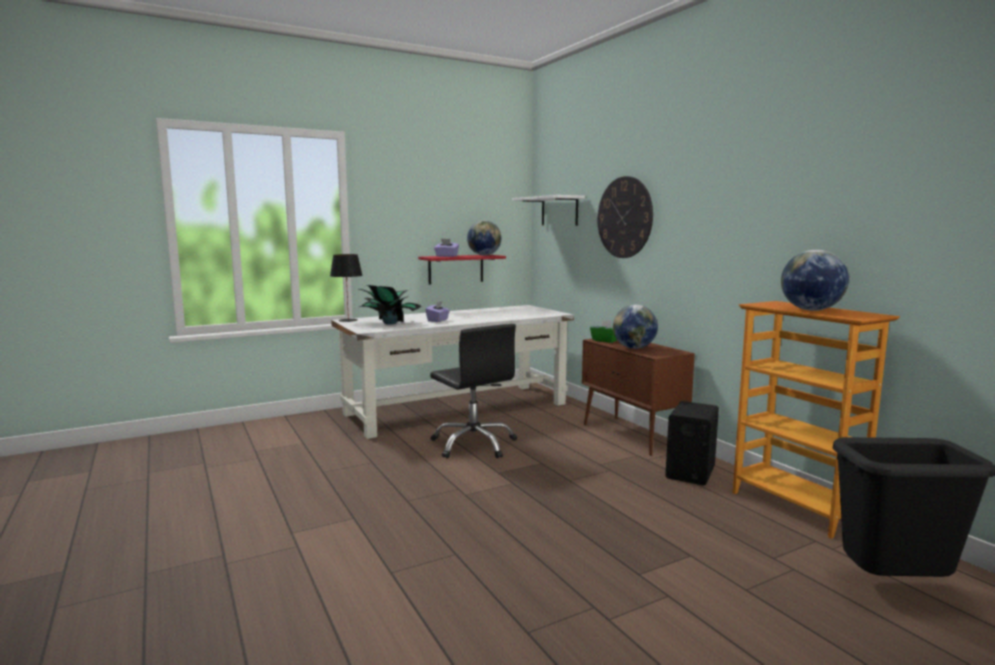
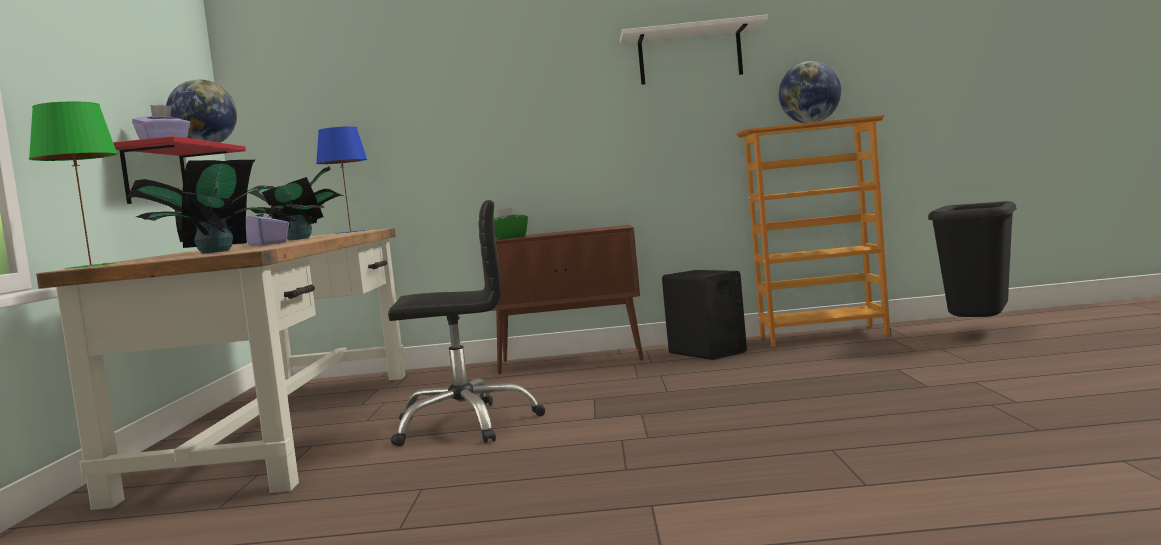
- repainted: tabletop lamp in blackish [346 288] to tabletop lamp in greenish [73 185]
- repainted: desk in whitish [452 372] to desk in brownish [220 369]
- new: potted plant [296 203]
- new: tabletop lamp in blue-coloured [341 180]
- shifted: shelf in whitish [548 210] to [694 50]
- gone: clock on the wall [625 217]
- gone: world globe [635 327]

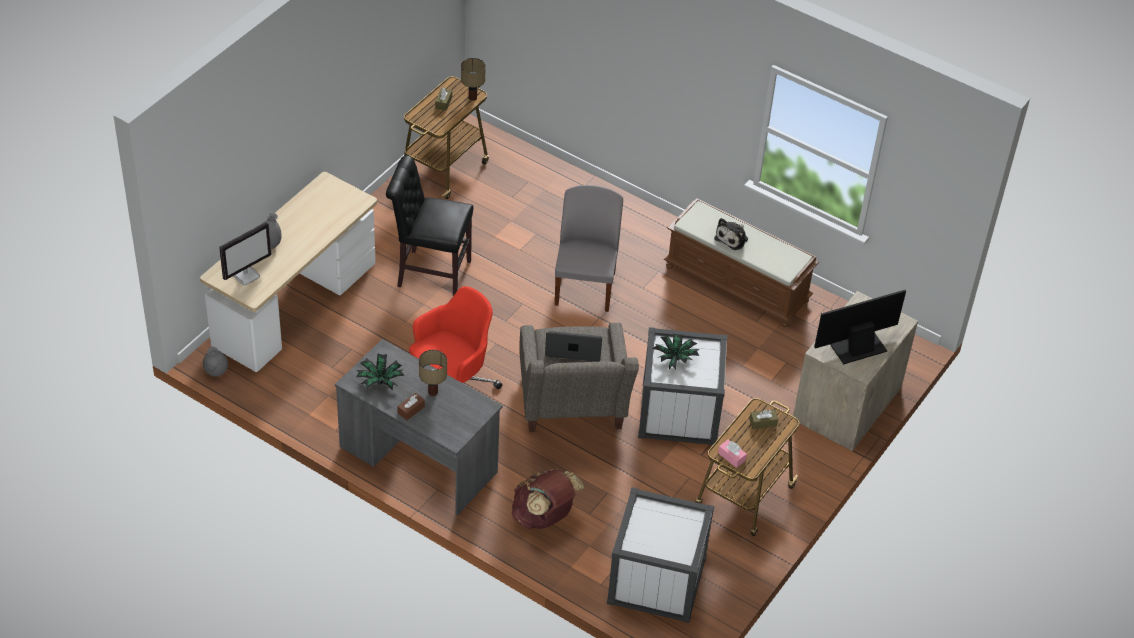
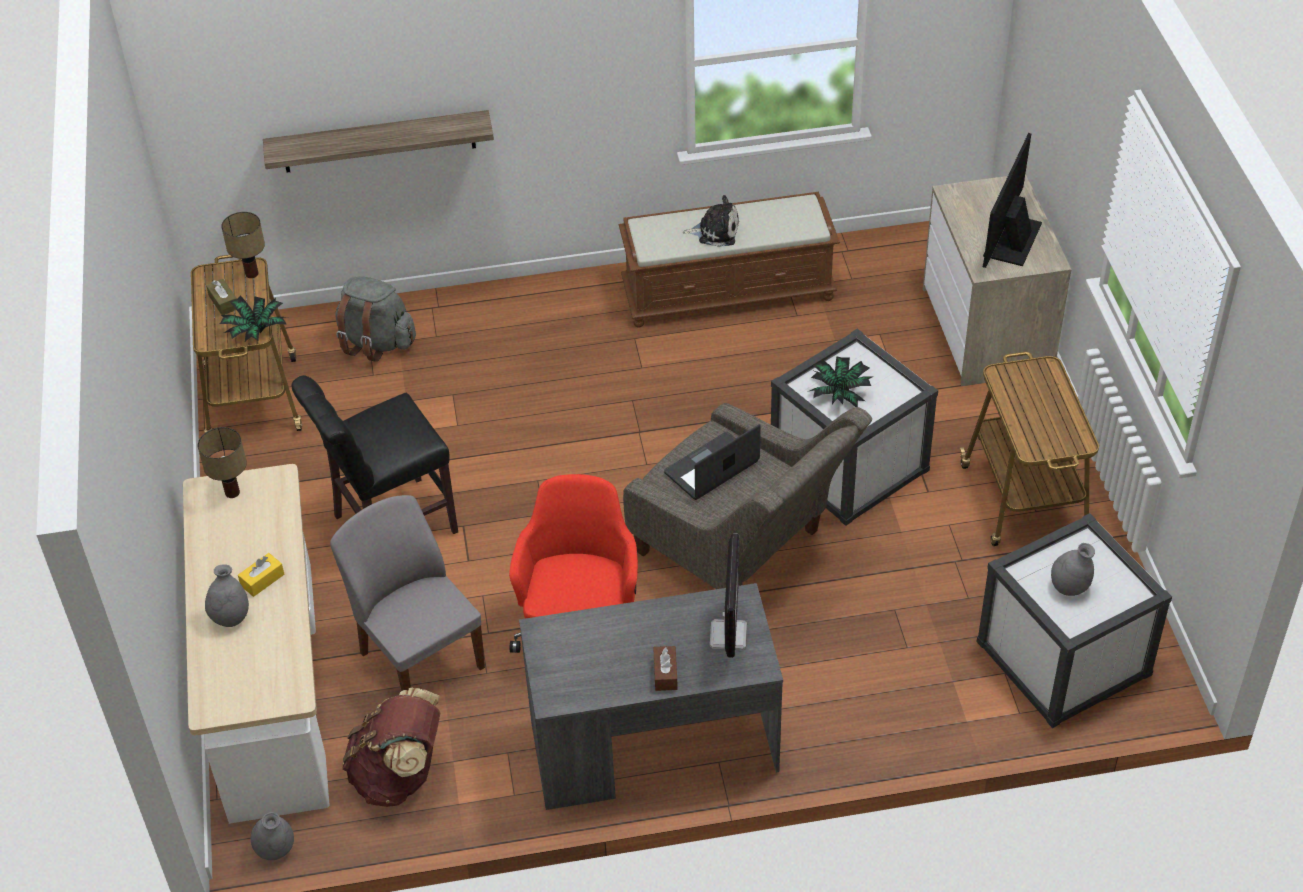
- shifted: tabletop lamp [433 373] to [222 462]
- shifted: potted plant [380 372] to [253 318]
- new: tissue holder in yellowish [261 575]
- new: shelf [378 141]
- shifted: chair in grey [589 248] to [407 593]
- new: rucksack in grey [375 319]
- shifted: rucksack in brownish [547 499] to [391 747]
- rotated: soft toy [731 234] = [711 221] 75 degrees counterclockwise
- shifted: computer display [245 254] to [728 595]
- new: decorative vase in grey [1073 569]
- gone: tissue holder in pink-coloured [732 453]
- gone: tissue holder in brownish [763 419]

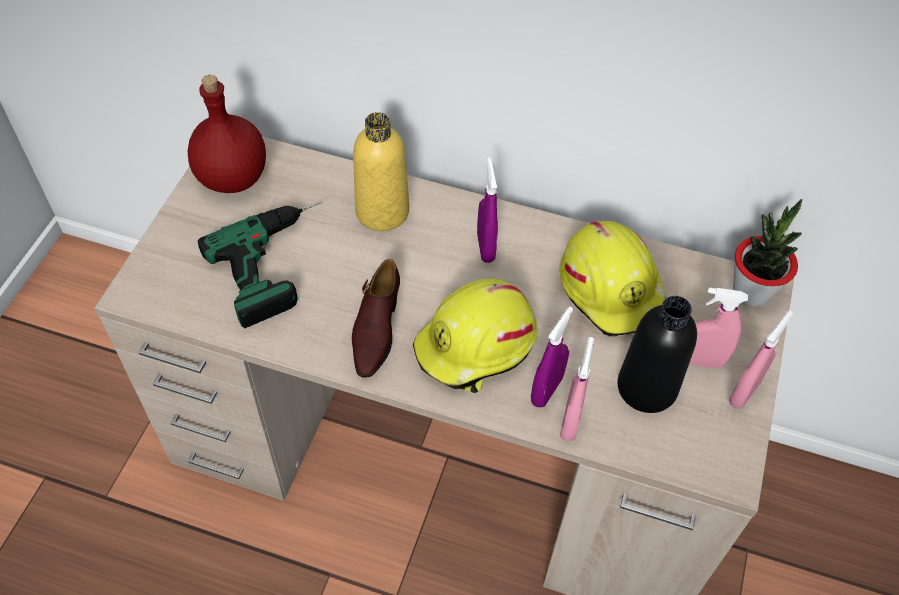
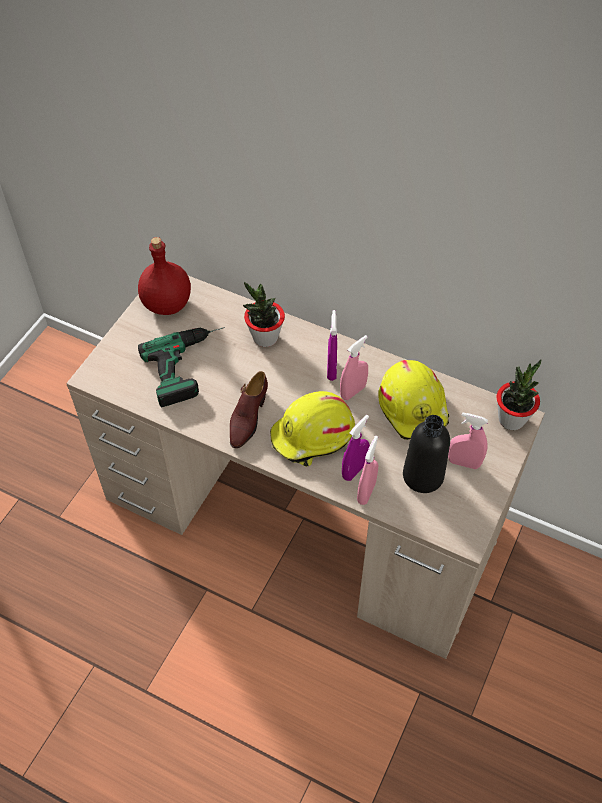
- swapped: bottle in yellowish [381 171] to potted plant [264 314]
- shifted: sprayer in pink-coloured [761 360] to [354 367]

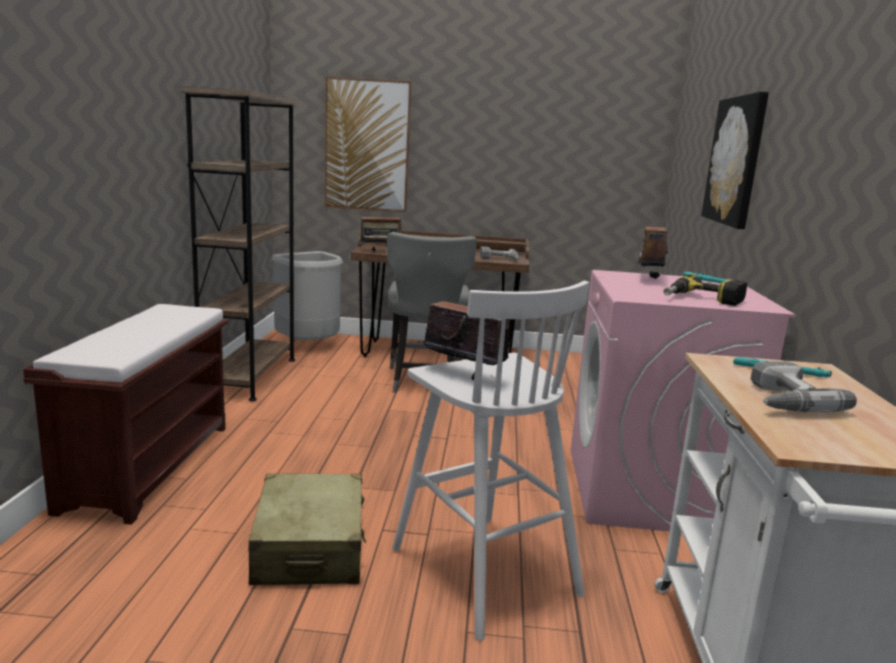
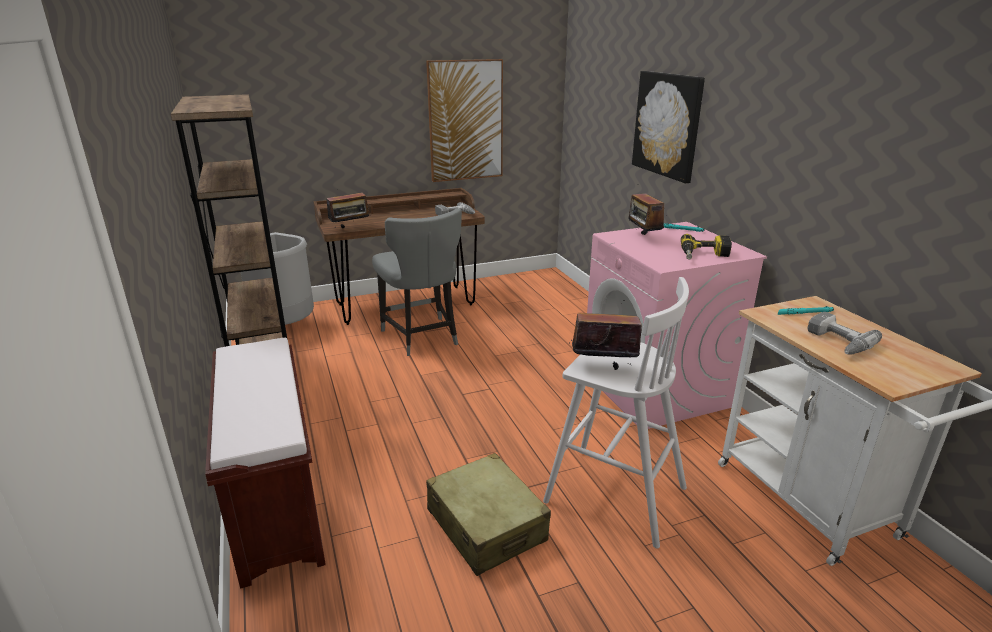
- shifted: wall art [368 144] to [464 120]

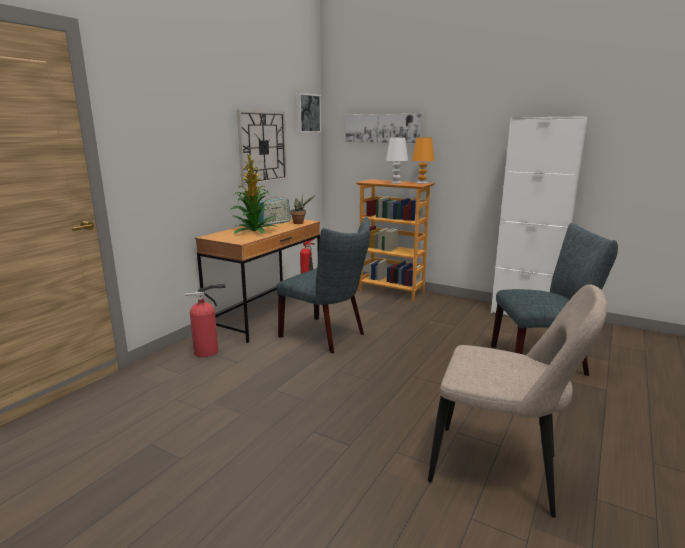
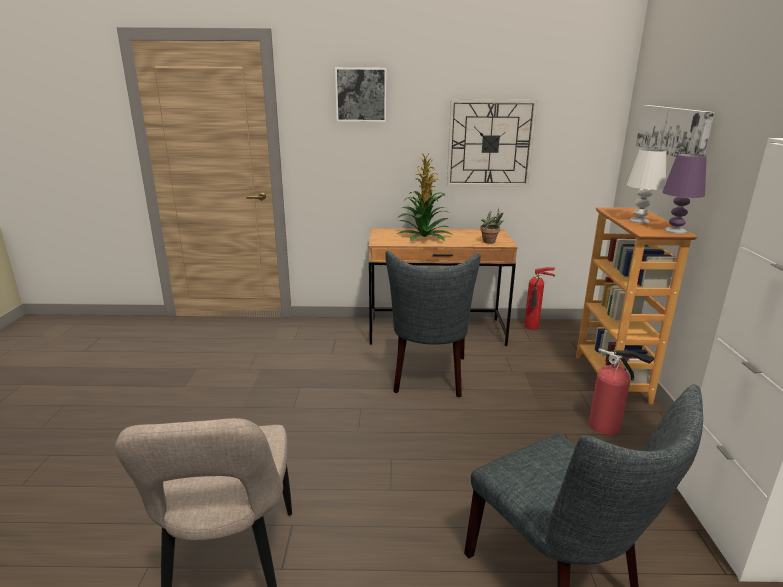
- shifted: wall art [308 113] to [361 94]
- shifted: fire extinguisher [205 320] to [621 391]
- repainted: tabletop lamp in orange-coloured [423 160] to tabletop lamp in purple-coloured [684 194]
- gone: radio set [274 210]

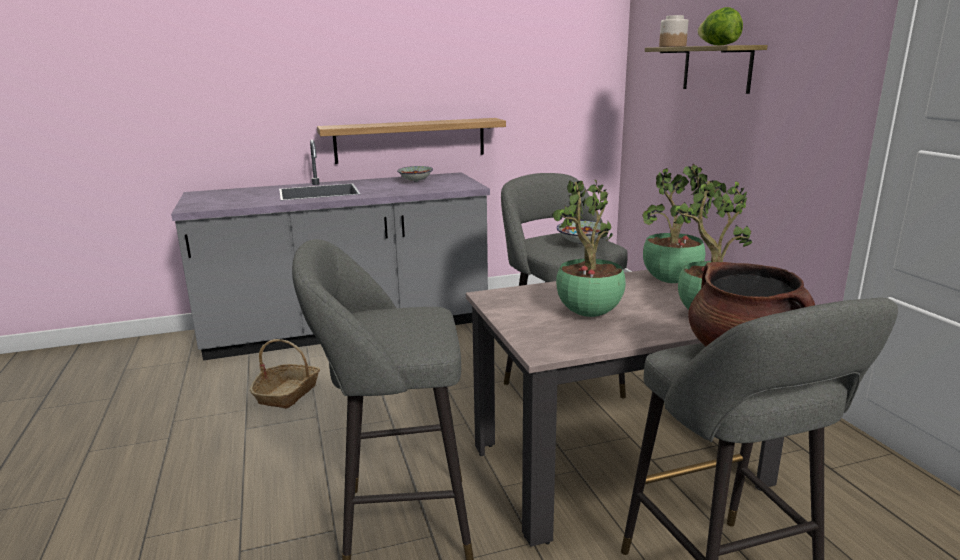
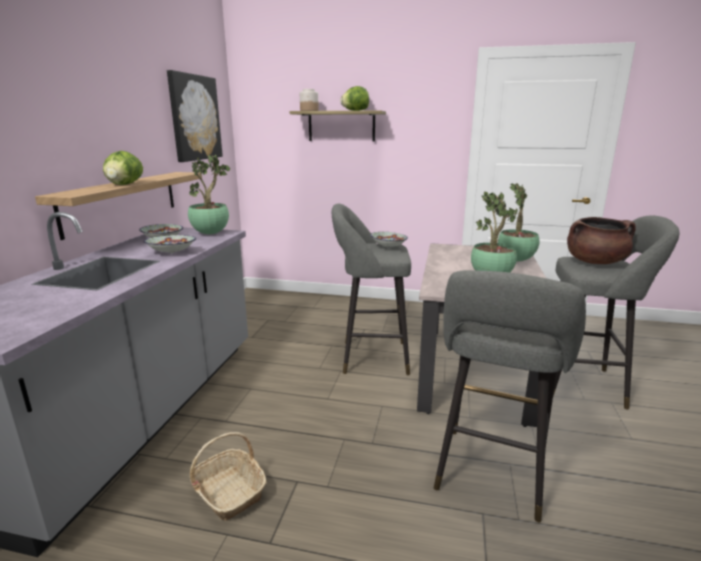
- new: head of lettuce [123 168]
- new: serving bowl [170 244]
- new: wall art [195 116]
- shifted: potted plant [684 223] to [209 194]

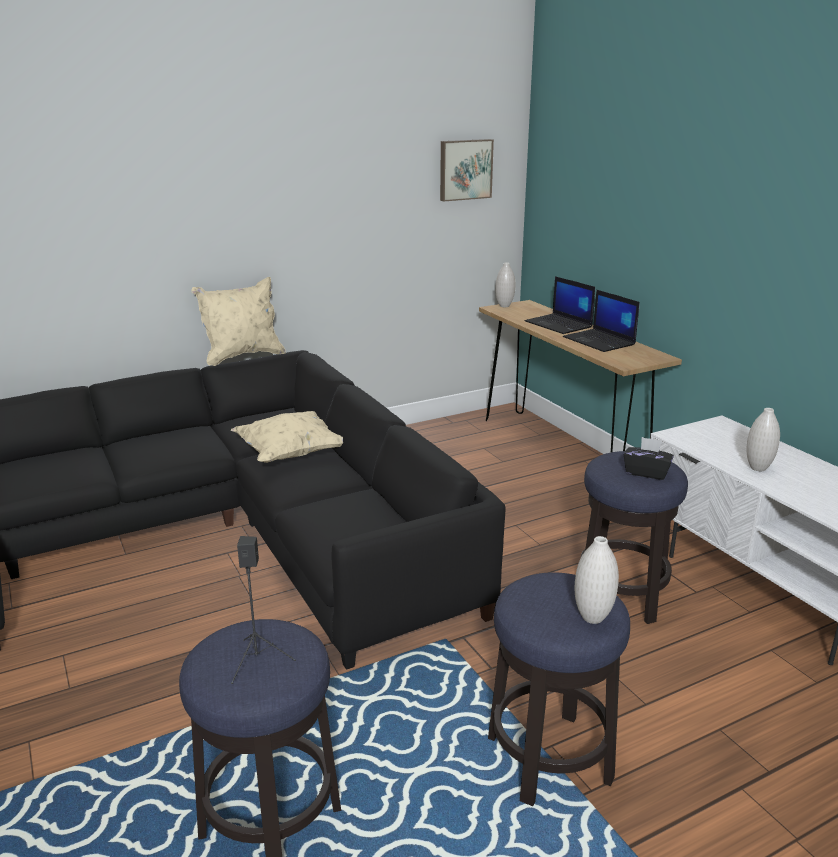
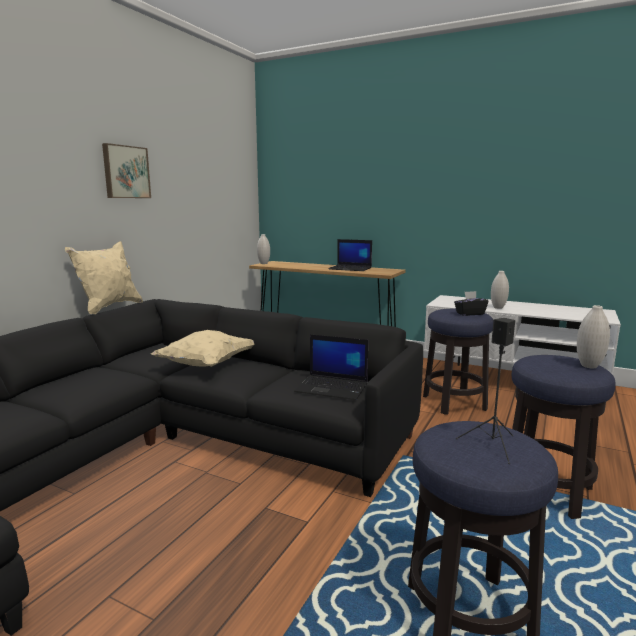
- shifted: wall art [467 170] to [126 170]
- shifted: notebook computer [560 305] to [331 367]

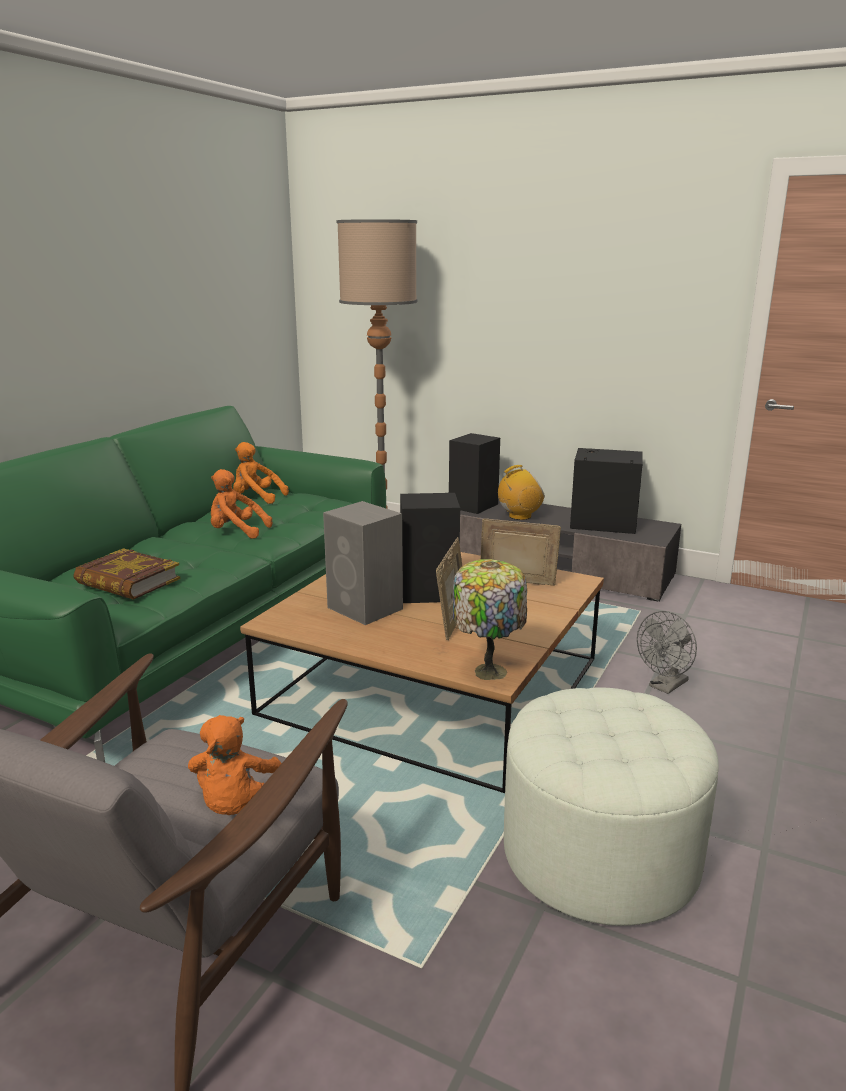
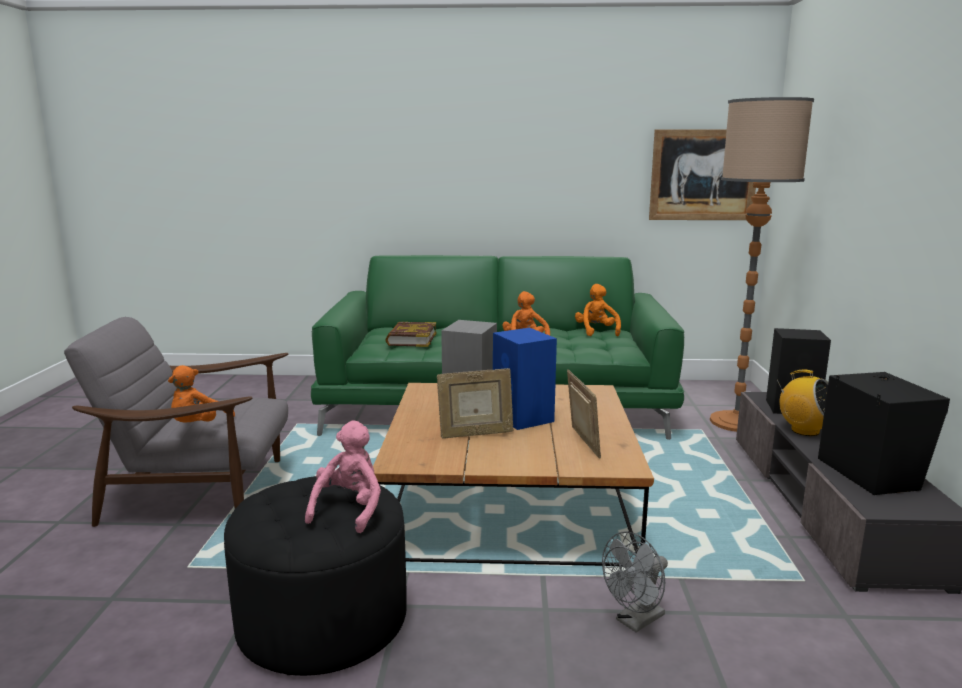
- rotated: soft toy in orange-coloured [235 765] = [201 394] 45 degrees counterclockwise
- repainted: pouffe in whitish [611 807] to pouffe in blackish [315 576]
- new: soft toy in pink-coloured [343 476]
- repainted: speaker in blackish [430 548] to speaker in blue-coloured [525 379]
- rotated: fan in grey [667 652] = [635 581] 60 degrees counterclockwise
- new: wall art [702 174]
- gone: tabletop lamp [490 619]

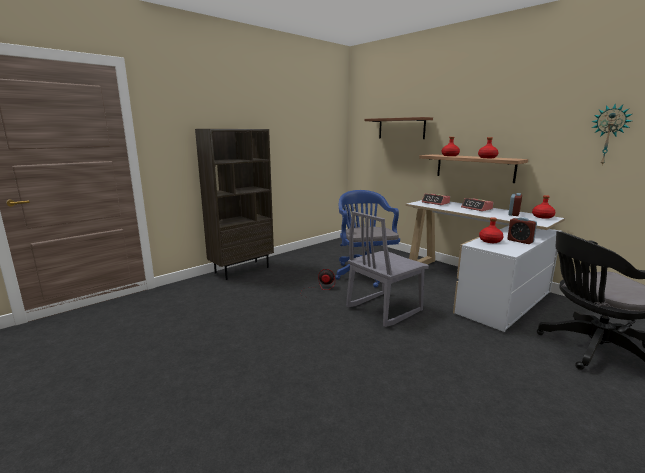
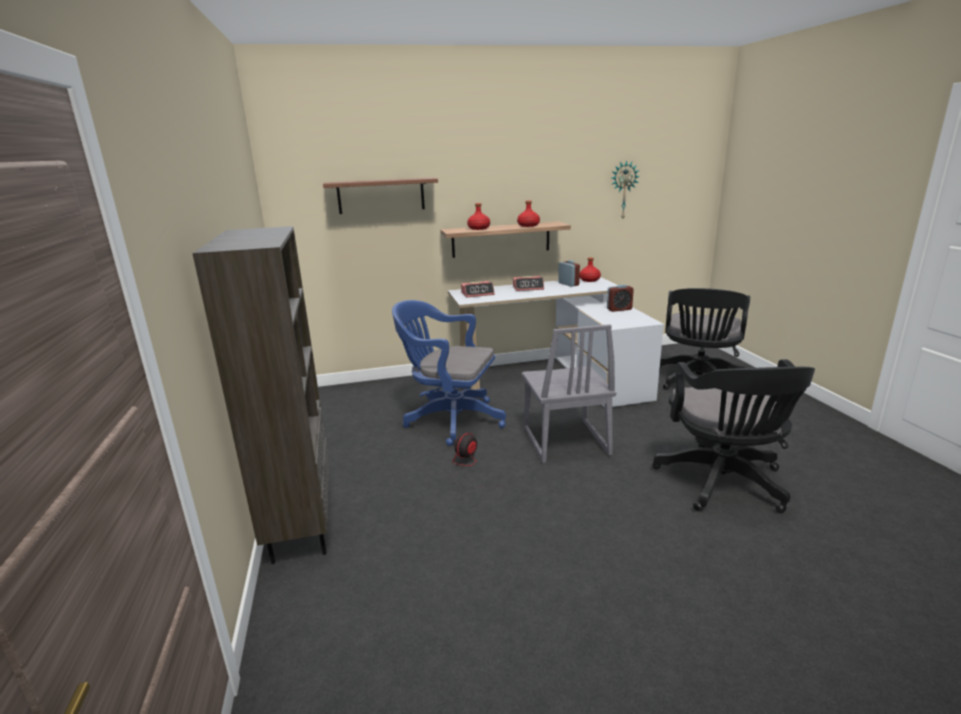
- new: office chair in blackish [733 436]
- gone: bottle in red-coloured [491 230]

